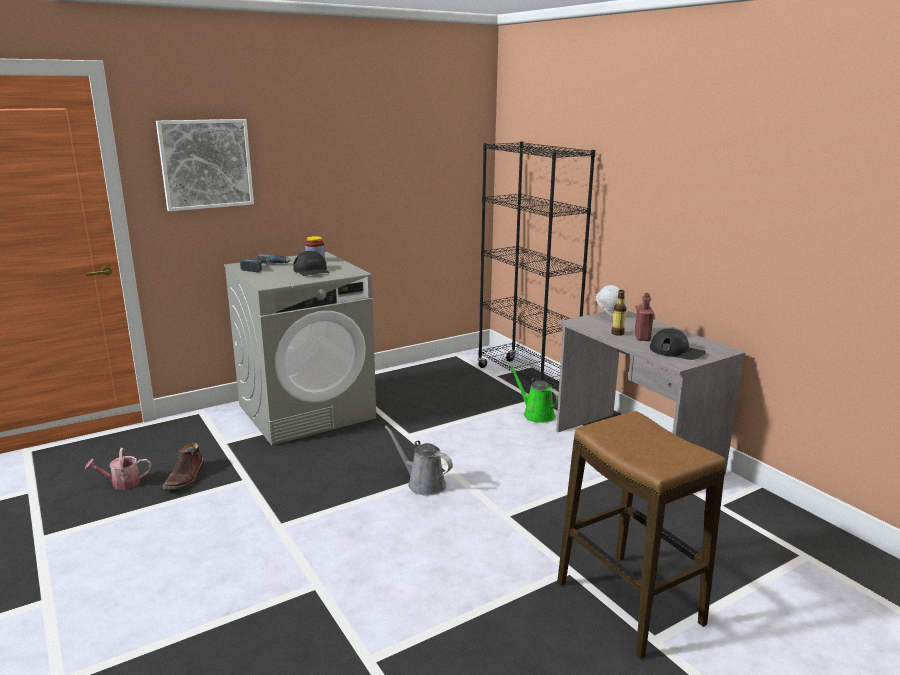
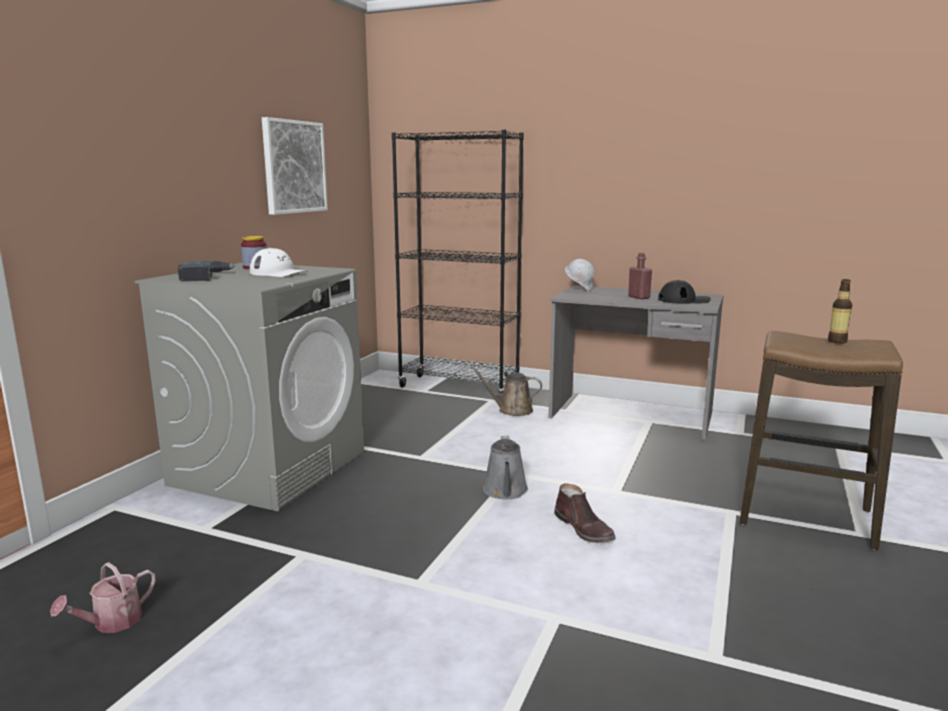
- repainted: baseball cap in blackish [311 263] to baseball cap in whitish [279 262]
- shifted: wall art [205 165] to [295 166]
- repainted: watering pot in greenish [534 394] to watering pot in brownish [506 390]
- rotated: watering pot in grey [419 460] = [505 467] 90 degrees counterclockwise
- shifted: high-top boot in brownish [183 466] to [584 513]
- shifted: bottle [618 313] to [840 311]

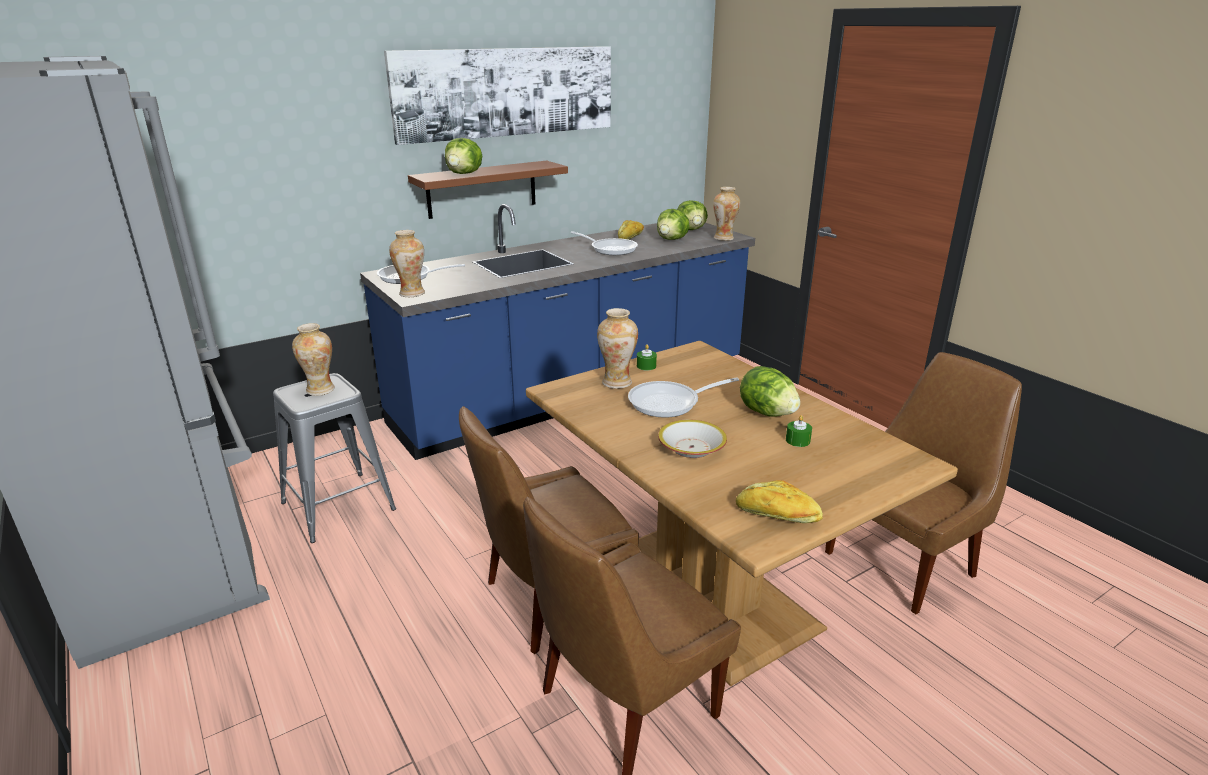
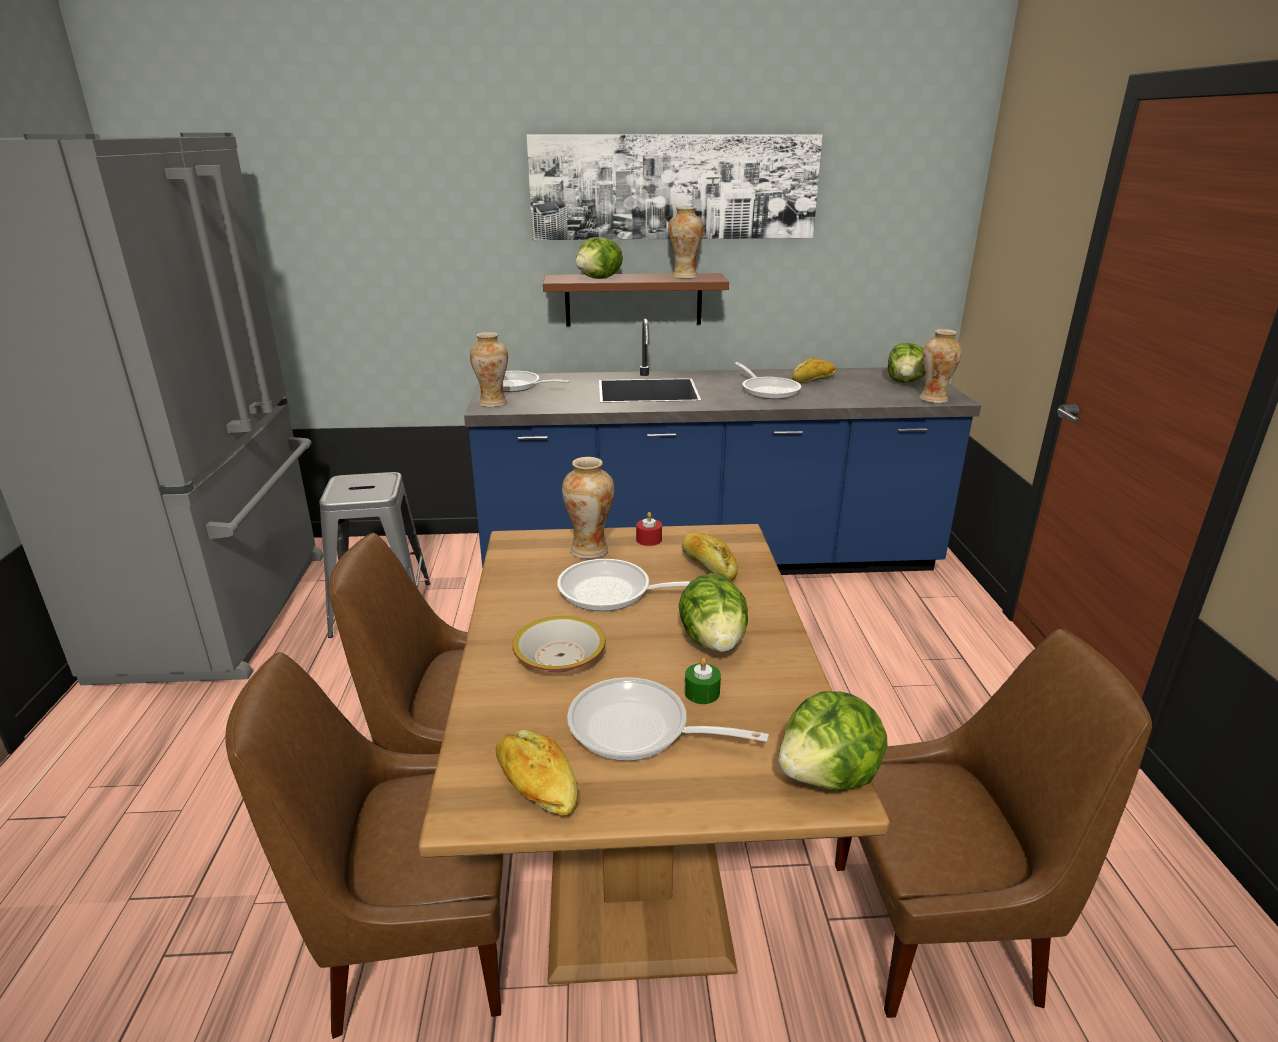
- new: skillet [668 719]
- repainted: candle in greenish [647 357] to candle in red-coloured [649 529]
- shifted: decorative vase [313 359] to [686 243]
- new: bread [710 557]
- shifted: head of lettuce [673 224] to [833 741]

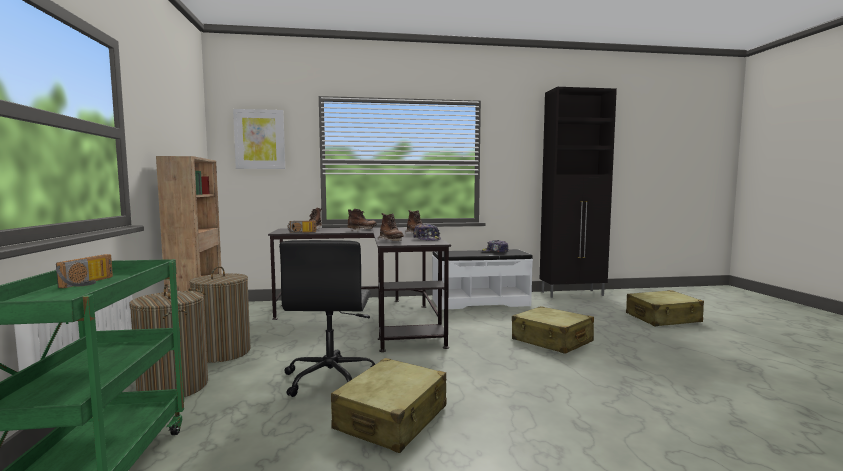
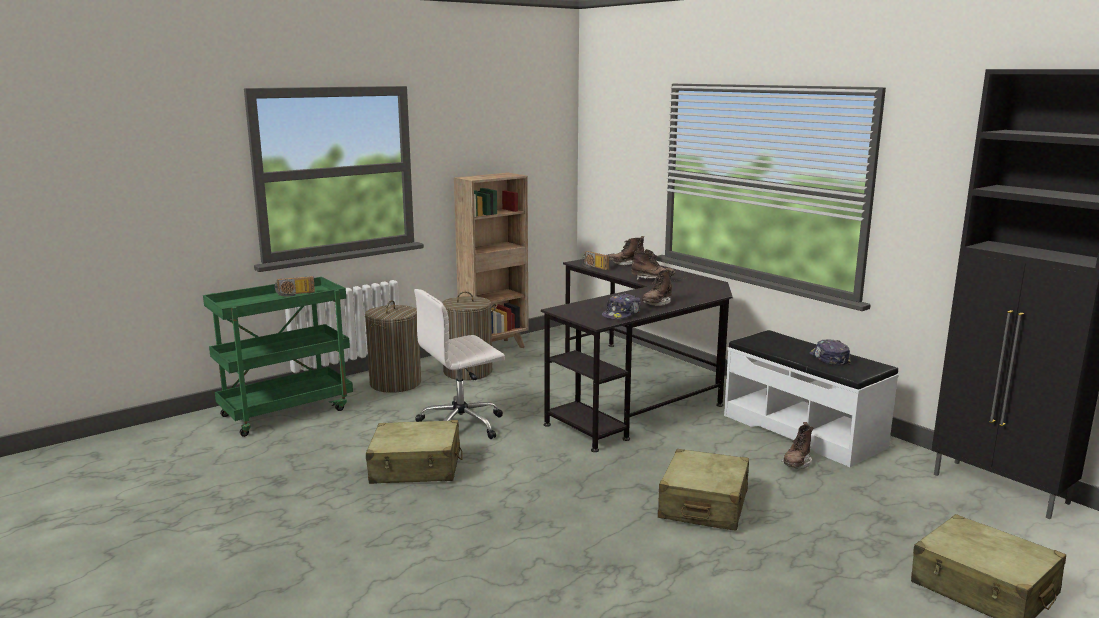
- repainted: office chair in blackish [327 318] to office chair in whitish [459 364]
- shifted: high-top boot in brownish [391 227] to [797 445]
- gone: wall art [259 139]

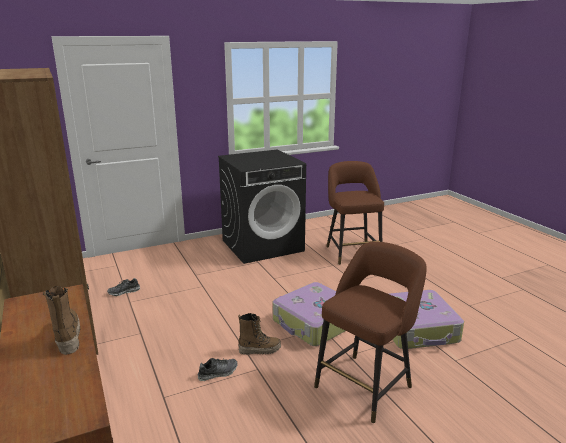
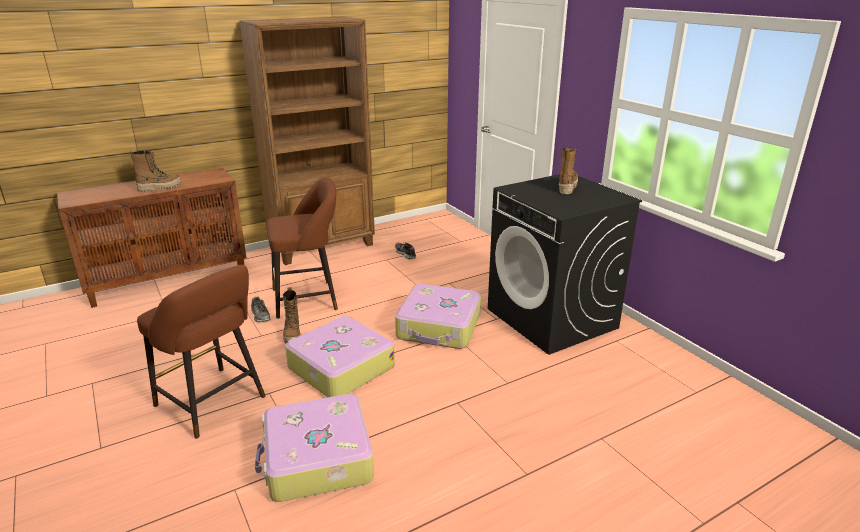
- shifted: sitting stool in brownish [355 213] to [302 248]
- new: travel case [438 316]
- new: high-top boot [568 170]

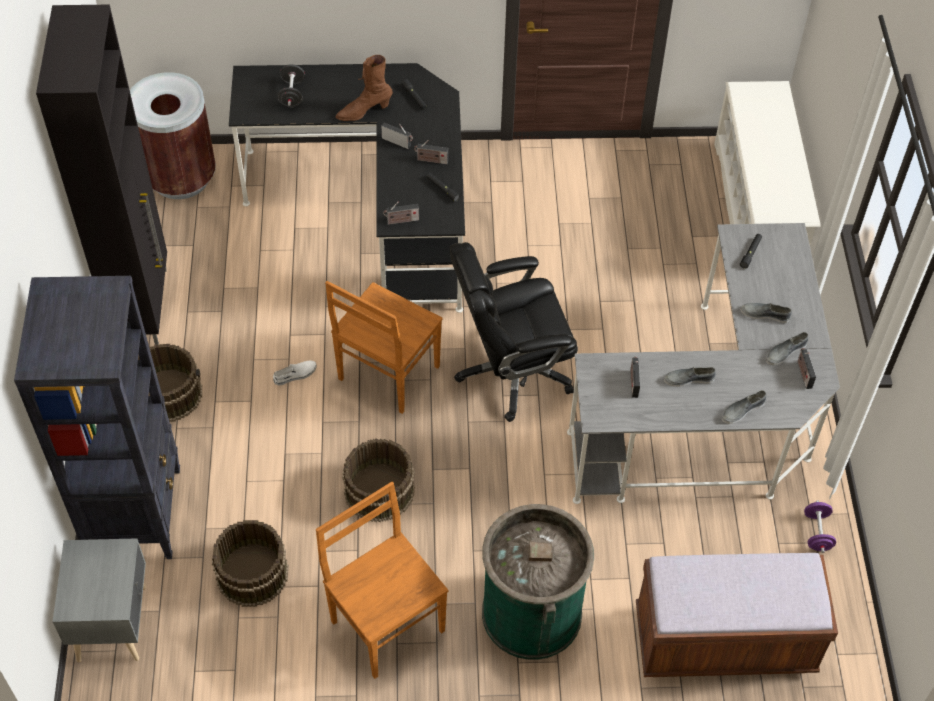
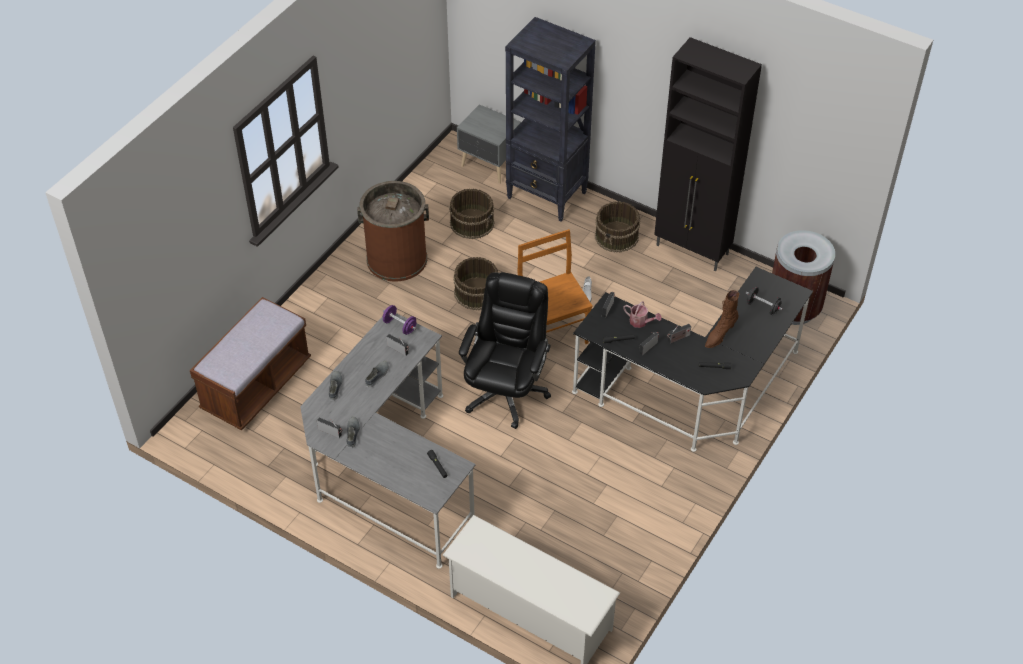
- swapped: chair in brownish [382 580] to rubbish bin in brownish [393 231]
- shifted: hand weight in purple-coloured [820 526] to [400 320]
- new: watering pot [642 314]
- rotated: high-top boot in brownish [364 88] = [722 319] 150 degrees counterclockwise
- gone: rubbish bin in greenish [538 582]
- gone: low shoe in grey [766 313]

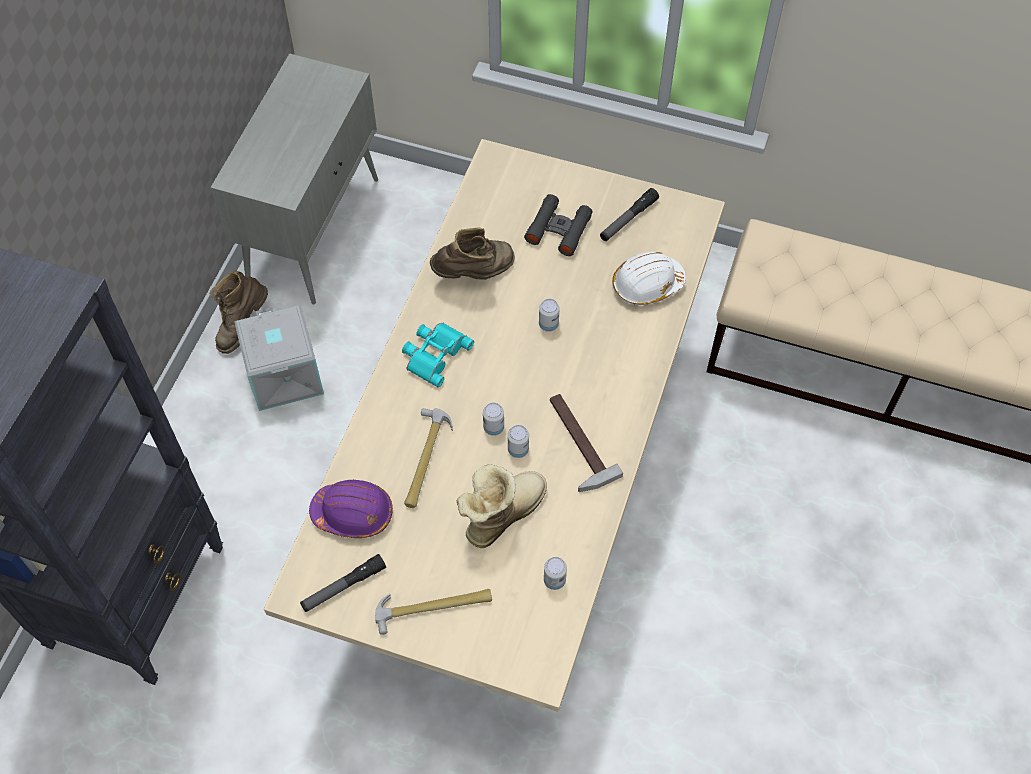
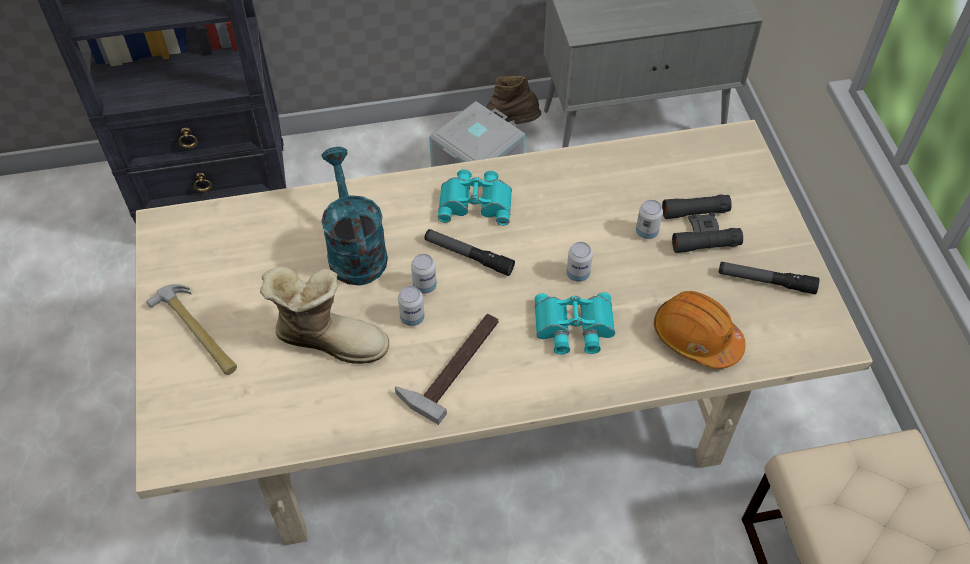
- swapped: tool hammer [428 458] to watering pot in blue-green [354 216]
- shifted: hand torch [343 583] to [469 252]
- new: binoculars in blue-green [575 323]
- shifted: sealed can [555 573] to [649 219]
- repainted: safety helmet in whitish [649 278] to safety helmet in orange-coloured [699 330]
- gone: safety helmet in purple-coloured [351 509]
- gone: high-top boot in brownish [472 253]

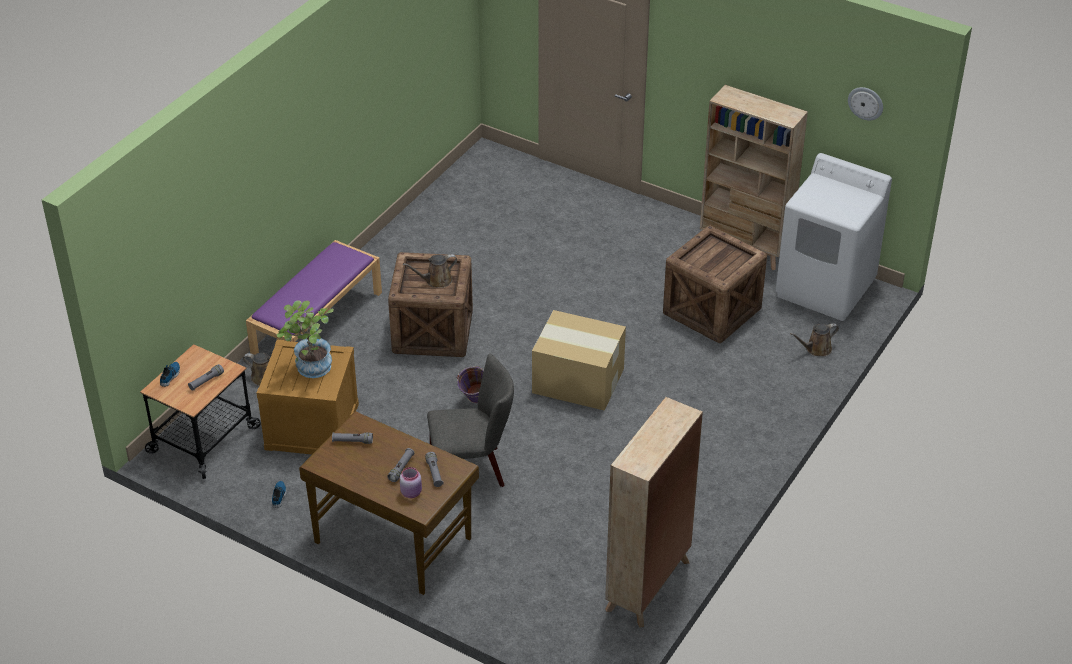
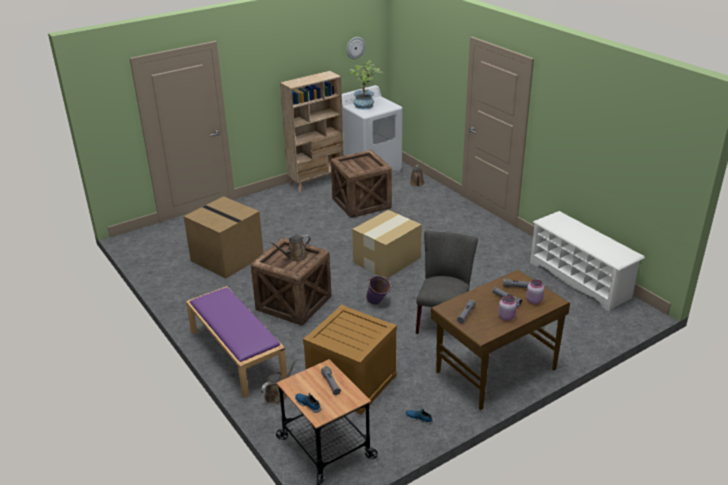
- new: packing box [224 237]
- rotated: watering pot in brownish [430 271] = [290 248] 60 degrees clockwise
- shifted: potted plant [305 339] to [366 85]
- new: preserve jar in pink-coloured [507 308]
- swapped: bookshelf in beige [654 512] to shoe shelf in whitish [587 261]

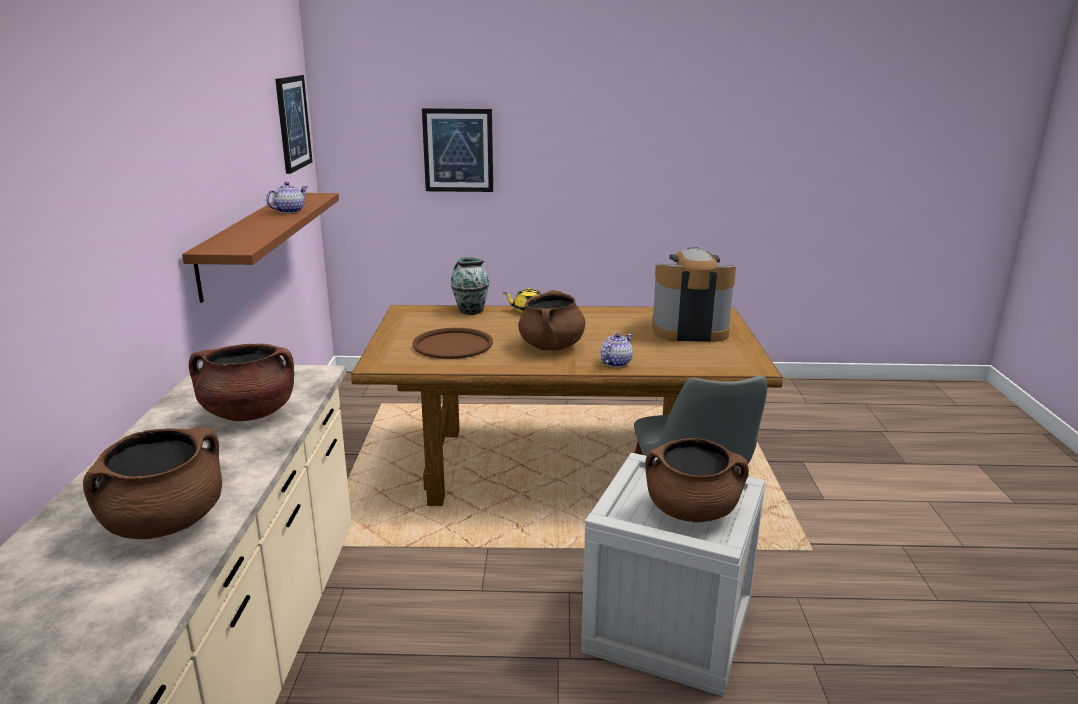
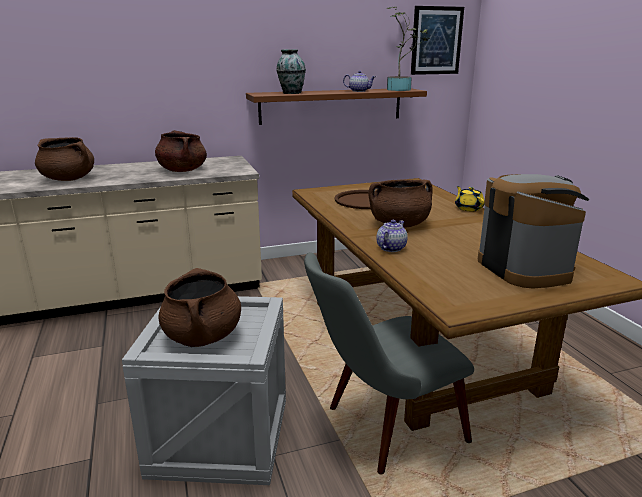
- shifted: decorative vase [470 286] to [291 72]
- rotated: tea pot [616 350] = [392 236] 75 degrees counterclockwise
- new: potted plant [408 49]
- gone: wall art [457 150]

